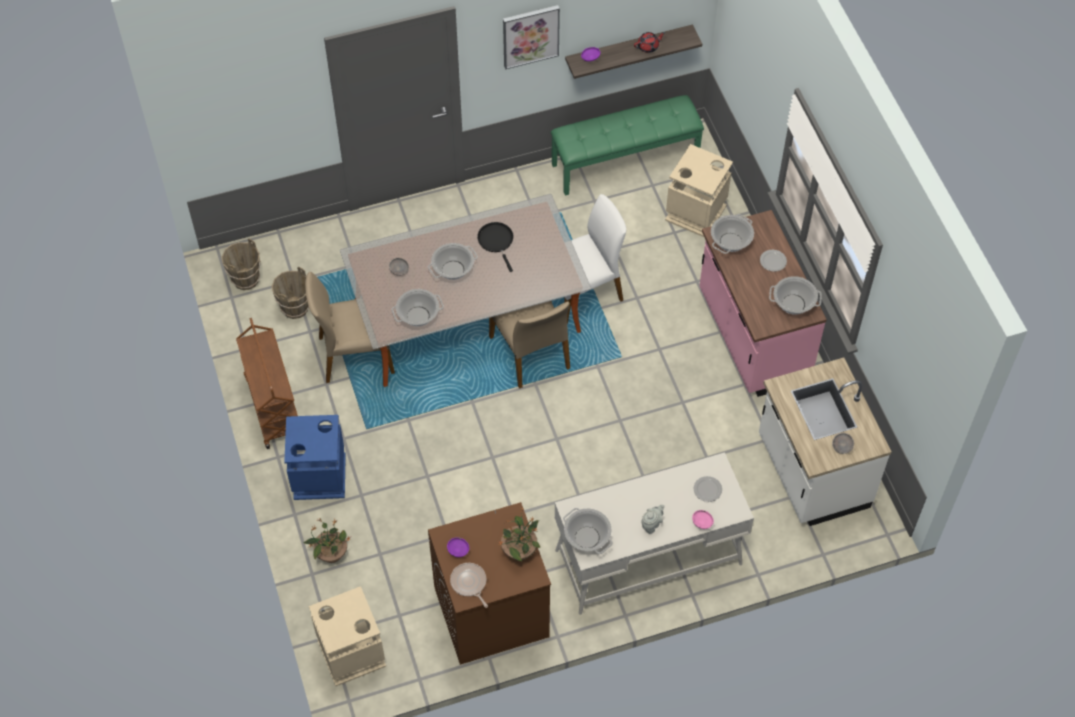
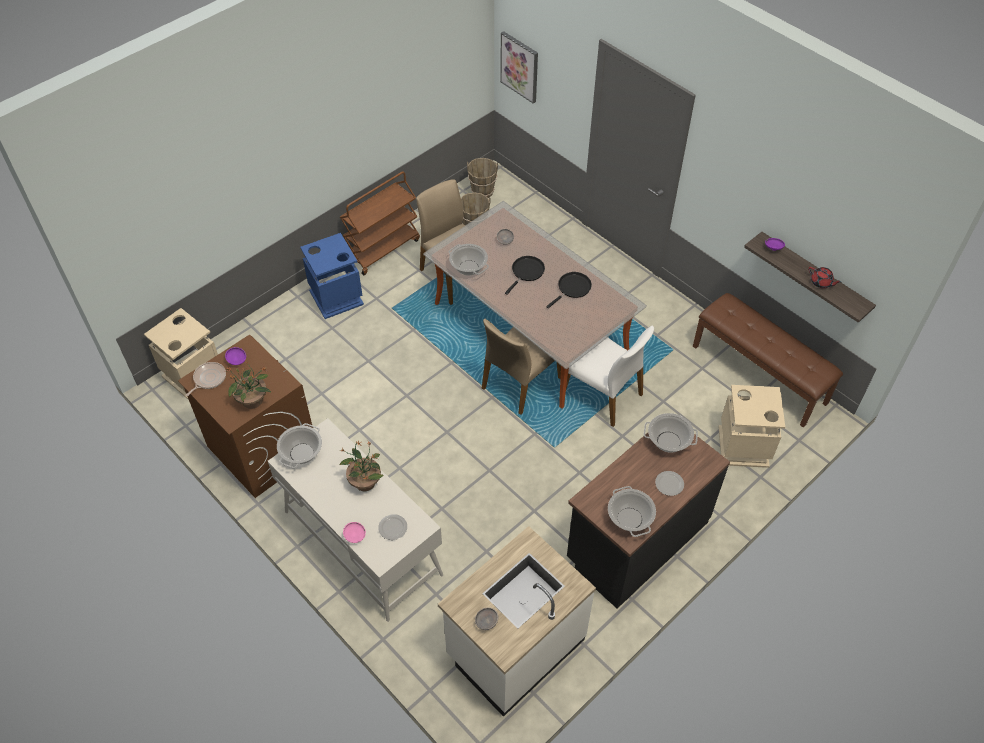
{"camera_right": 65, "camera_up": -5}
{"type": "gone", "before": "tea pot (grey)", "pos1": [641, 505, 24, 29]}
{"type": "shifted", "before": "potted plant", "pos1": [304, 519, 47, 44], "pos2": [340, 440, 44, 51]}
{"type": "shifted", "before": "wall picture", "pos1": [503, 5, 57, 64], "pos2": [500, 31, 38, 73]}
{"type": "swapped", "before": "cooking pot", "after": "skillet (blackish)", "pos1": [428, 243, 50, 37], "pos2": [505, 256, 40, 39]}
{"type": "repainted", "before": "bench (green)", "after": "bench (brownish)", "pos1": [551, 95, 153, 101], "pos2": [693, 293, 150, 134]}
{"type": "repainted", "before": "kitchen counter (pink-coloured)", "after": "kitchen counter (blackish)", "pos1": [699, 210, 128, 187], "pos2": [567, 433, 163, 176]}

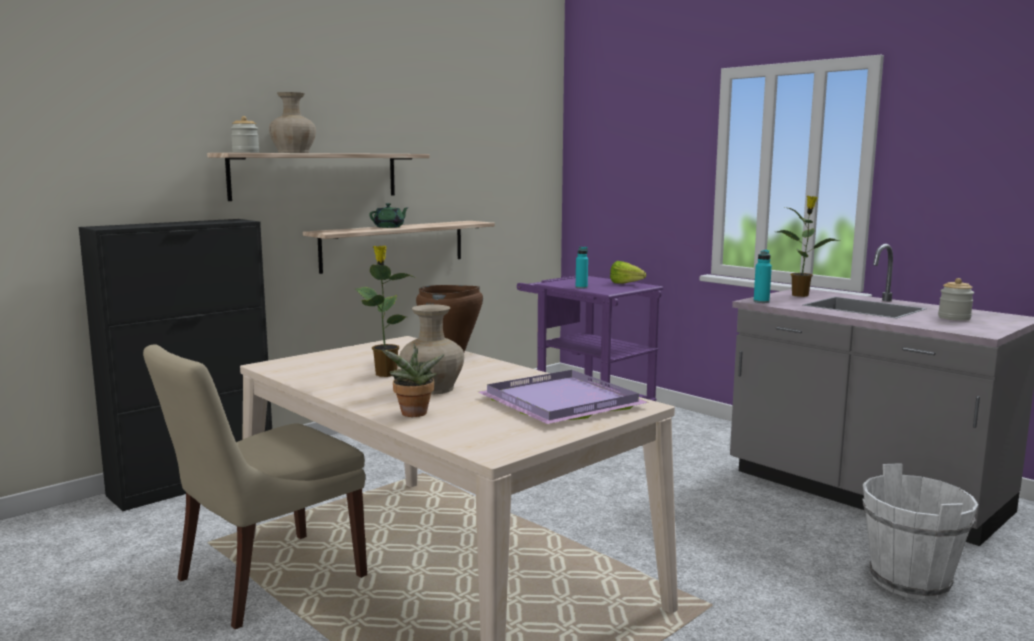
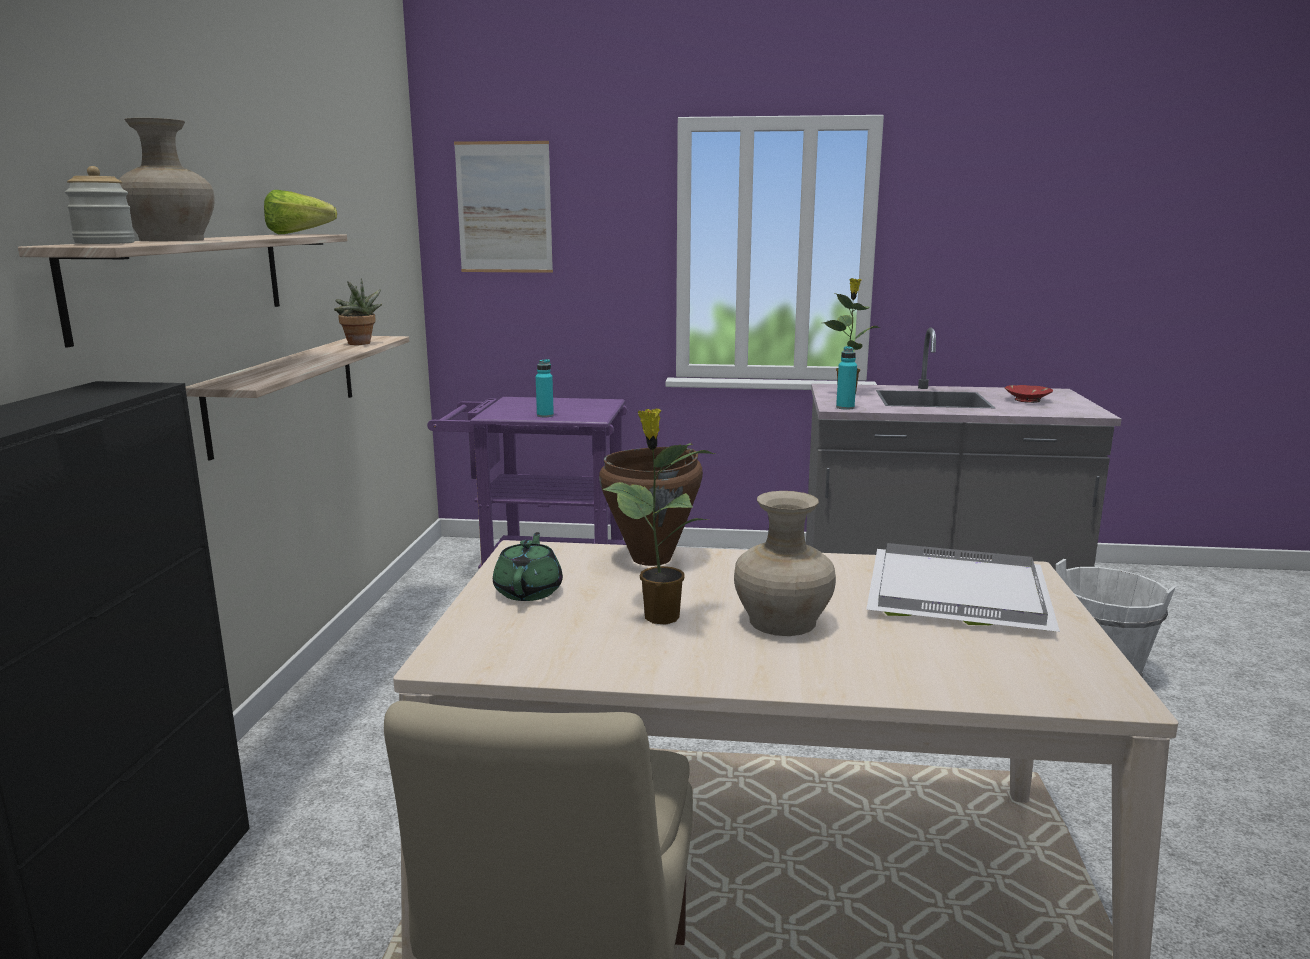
{"camera_right": -40, "camera_up": 5}
{"type": "new", "after": "wall picture", "pos2": [454, 141, 99, 132]}
{"type": "shifted", "before": "tea pot (green)", "pos1": [369, 203, 40, 25], "pos2": [493, 532, 70, 69]}
{"type": "shifted", "before": "potted plant", "pos1": [382, 343, 63, 74], "pos2": [334, 278, 48, 67]}
{"type": "shifted", "before": "head of lettuce", "pos1": [610, 261, 36, 23], "pos2": [264, 190, 73, 44]}
{"type": "swapped", "before": "preserve jar", "after": "deep dish (red)", "pos1": [938, 278, 36, 43], "pos2": [1005, 385, 48, 18]}
{"type": "repainted", "before": "serving tray (purple-coloured)", "after": "serving tray (white-coloured)", "pos1": [478, 370, 171, 54], "pos2": [866, 543, 194, 89]}

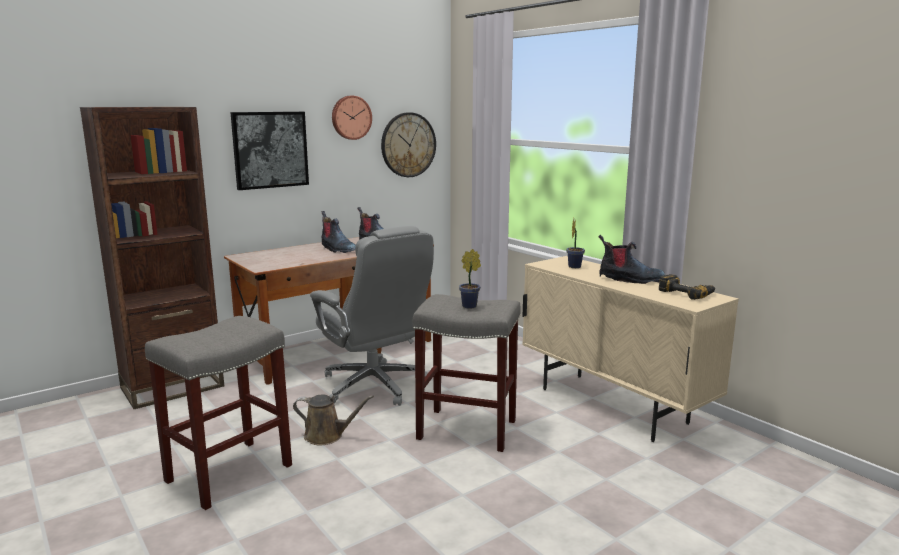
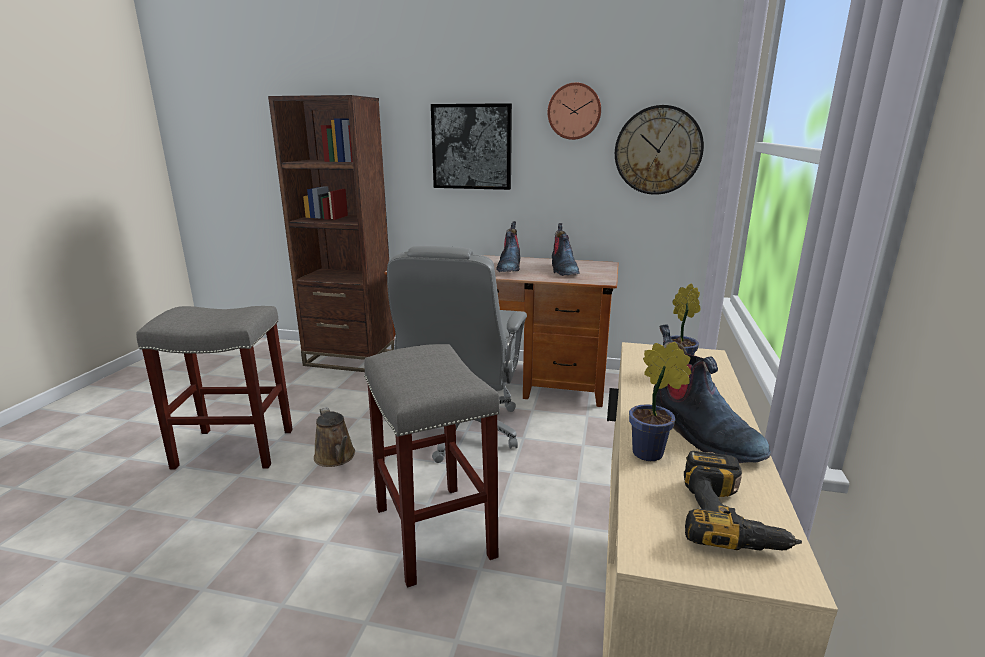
{"camera_right": 50, "camera_up": 5}
{"type": "shifted", "before": "potted plant", "pos1": [459, 249, 22, 60], "pos2": [629, 342, 63, 119]}

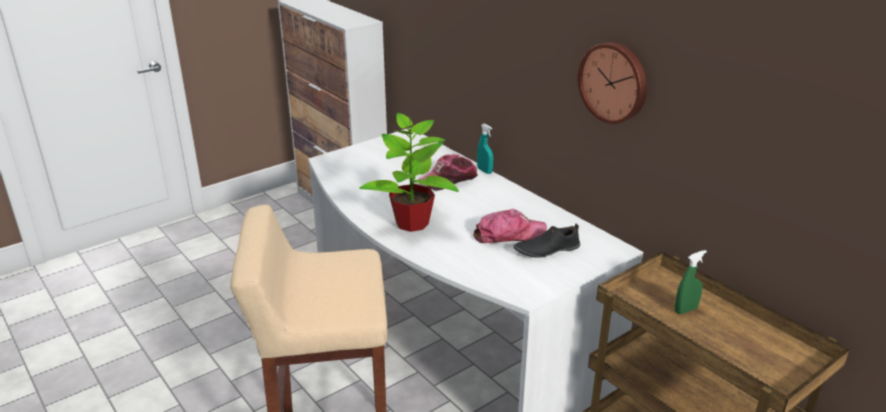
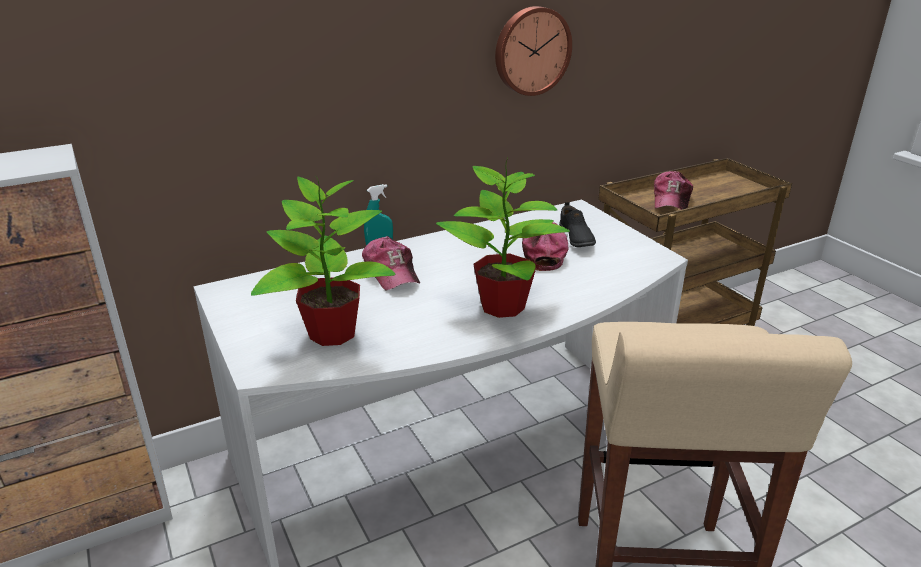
{"camera_right": -80, "camera_up": 0}
{"type": "new", "after": "potted plant", "pos2": [251, 175, 144, 171]}
{"type": "swapped", "before": "hand sprayer (green)", "after": "cap", "pos1": [675, 250, 32, 64], "pos2": [654, 171, 39, 39]}

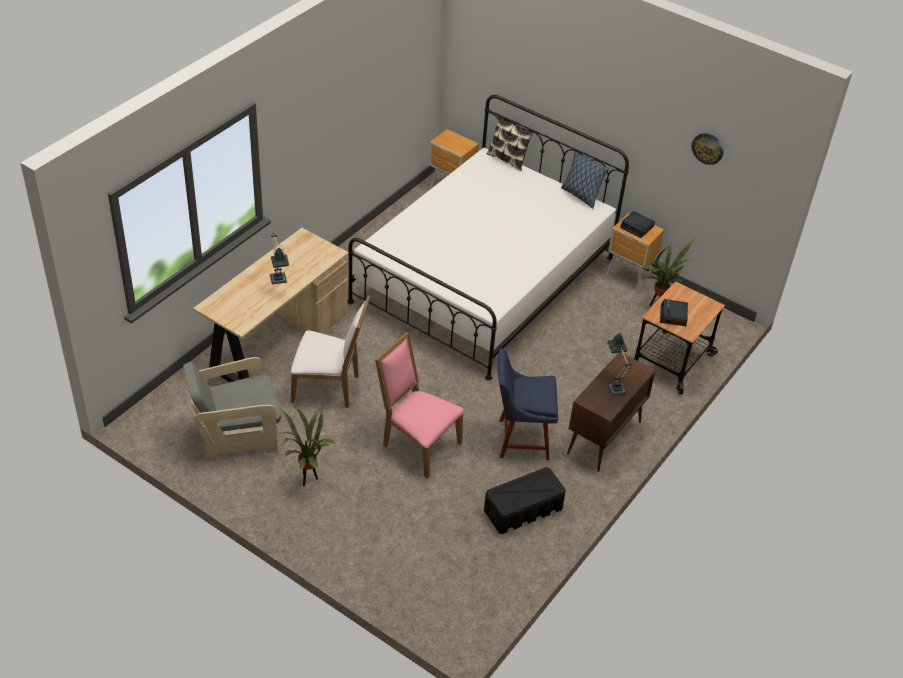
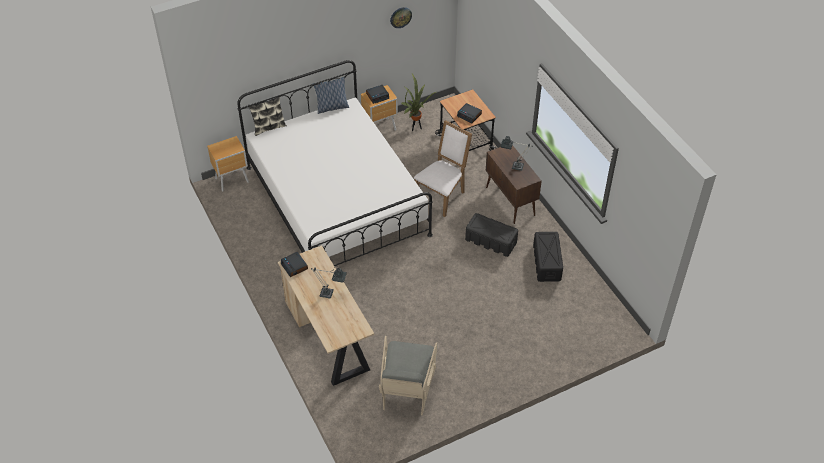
{"camera_right": -60, "camera_up": 5}
{"type": "gone", "before": "potted plant", "pos1": [277, 406, 60, 80]}
{"type": "gone", "before": "chair (pink-coloured)", "pos1": [375, 332, 89, 146]}
{"type": "new", "after": "bedside clock", "pos2": [281, 252, 27, 25]}
{"type": "shifted", "before": "chair (white-coloured)", "pos1": [291, 295, 79, 113], "pos2": [414, 120, 58, 97]}
{"type": "swapped", "before": "chair (bluish)", "after": "storage bin (blackish)", "pos1": [498, 348, 60, 112], "pos2": [465, 213, 53, 44]}

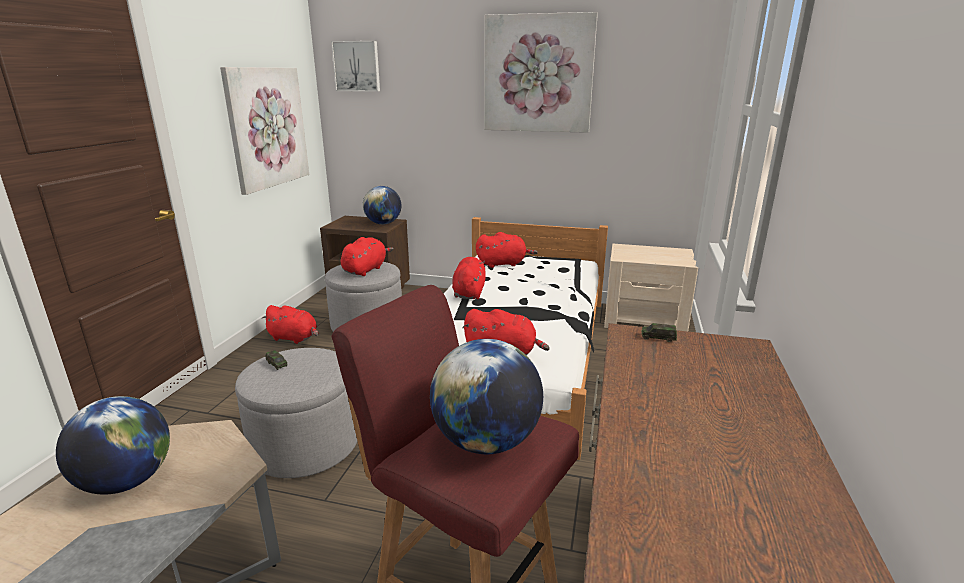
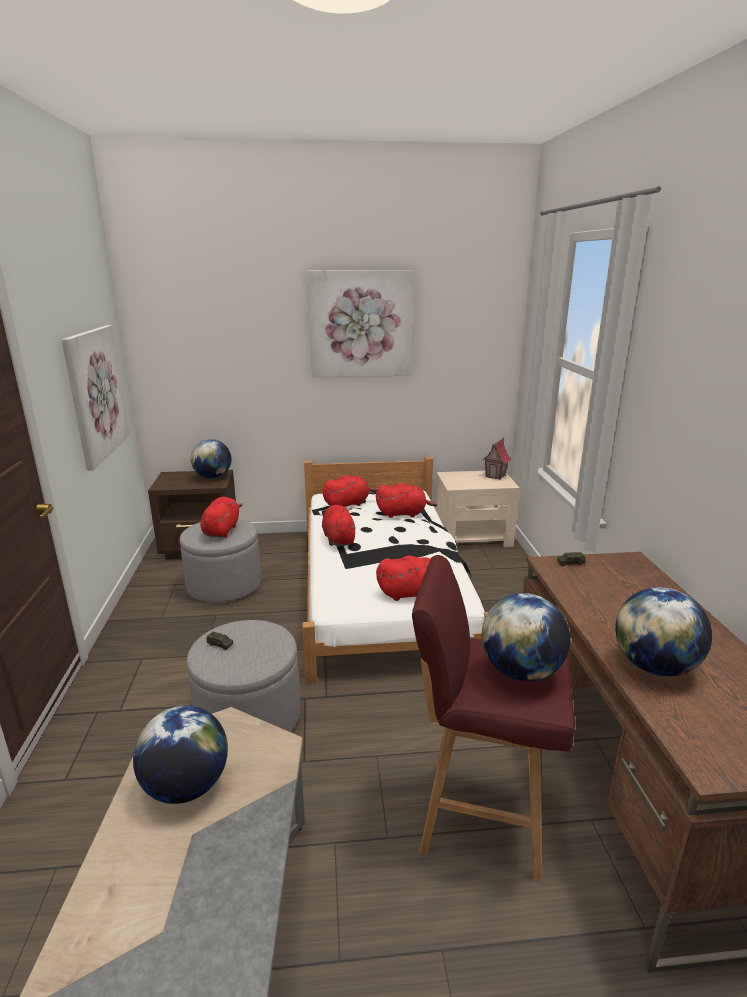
{"camera_right": -20, "camera_up": 0}
{"type": "gone", "before": "wall picture", "pos1": [331, 41, 49, 51]}
{"type": "new", "after": "toy house", "pos2": [482, 437, 30, 43]}
{"type": "new", "after": "globe", "pos2": [615, 587, 97, 89]}
{"type": "shifted", "before": "soft toy (red)", "pos1": [261, 305, 57, 39], "pos2": [376, 483, 61, 35]}

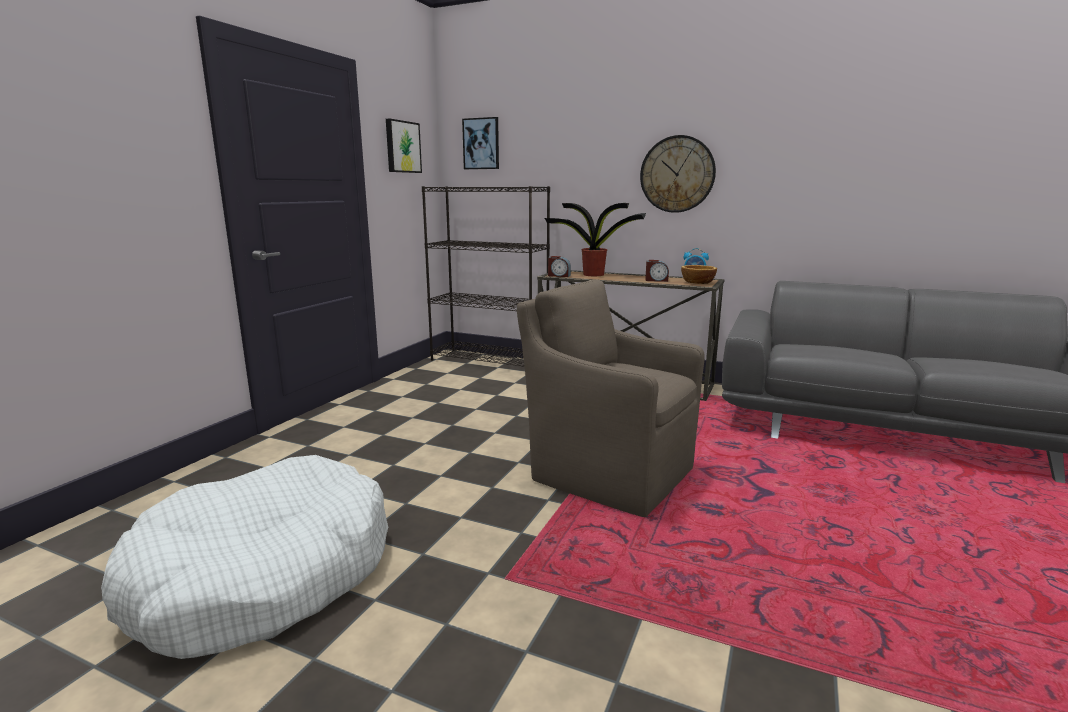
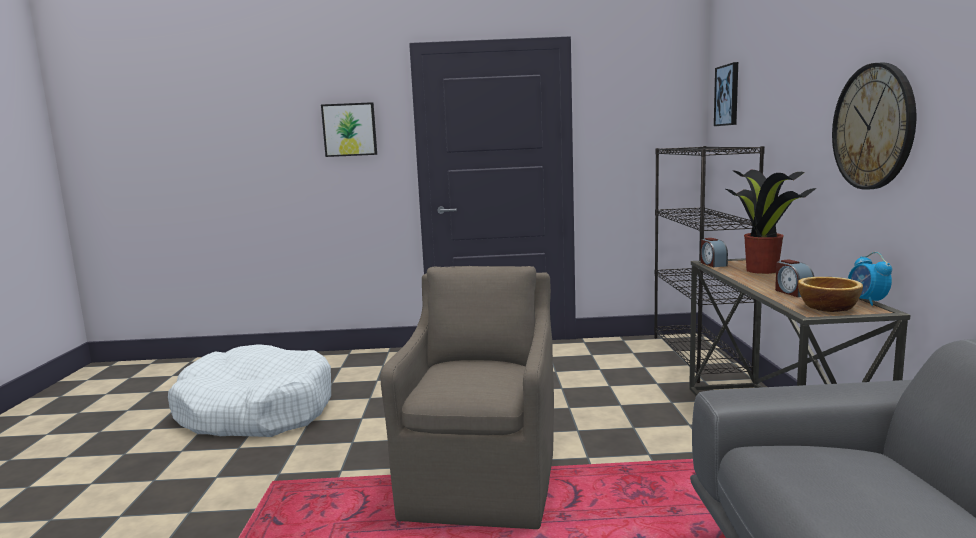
{"camera_right": 65, "camera_up": -5}
{"type": "shifted", "before": "wall picture", "pos1": [386, 118, 36, 55], "pos2": [321, 102, 56, 55]}

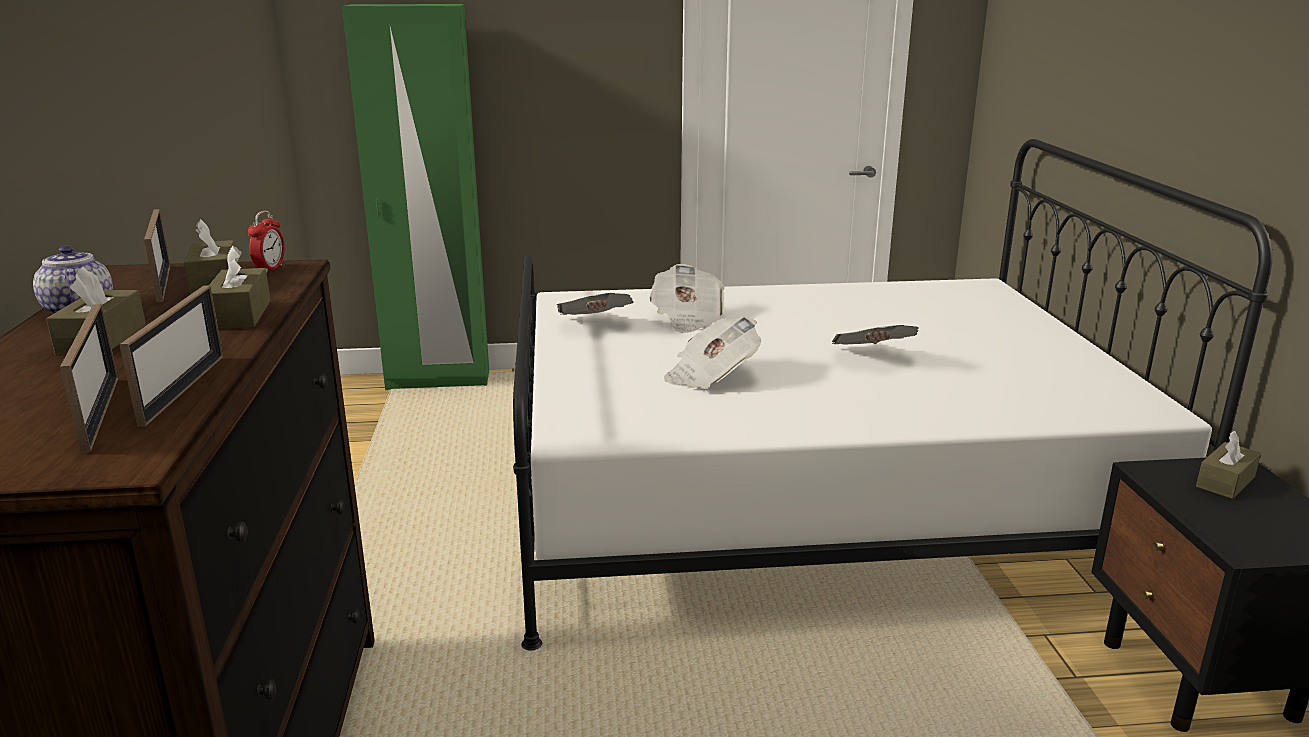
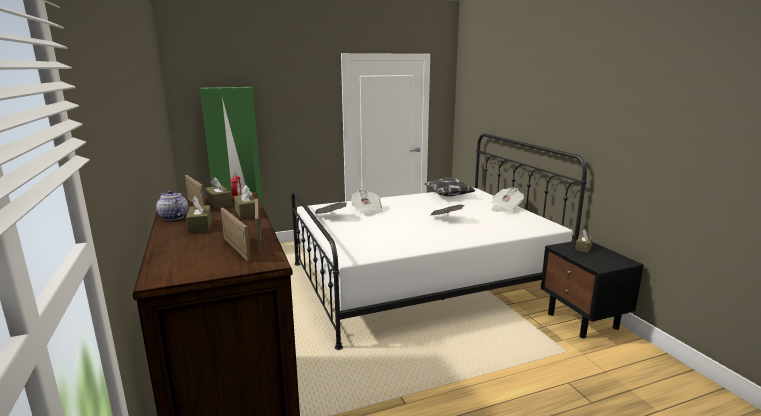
{"camera_right": -15, "camera_up": -5}
{"type": "new", "after": "cushion", "pos2": [424, 177, 52, 19]}
{"type": "shifted", "before": "newspaper", "pos1": [664, 317, 97, 72], "pos2": [491, 187, 33, 25]}

